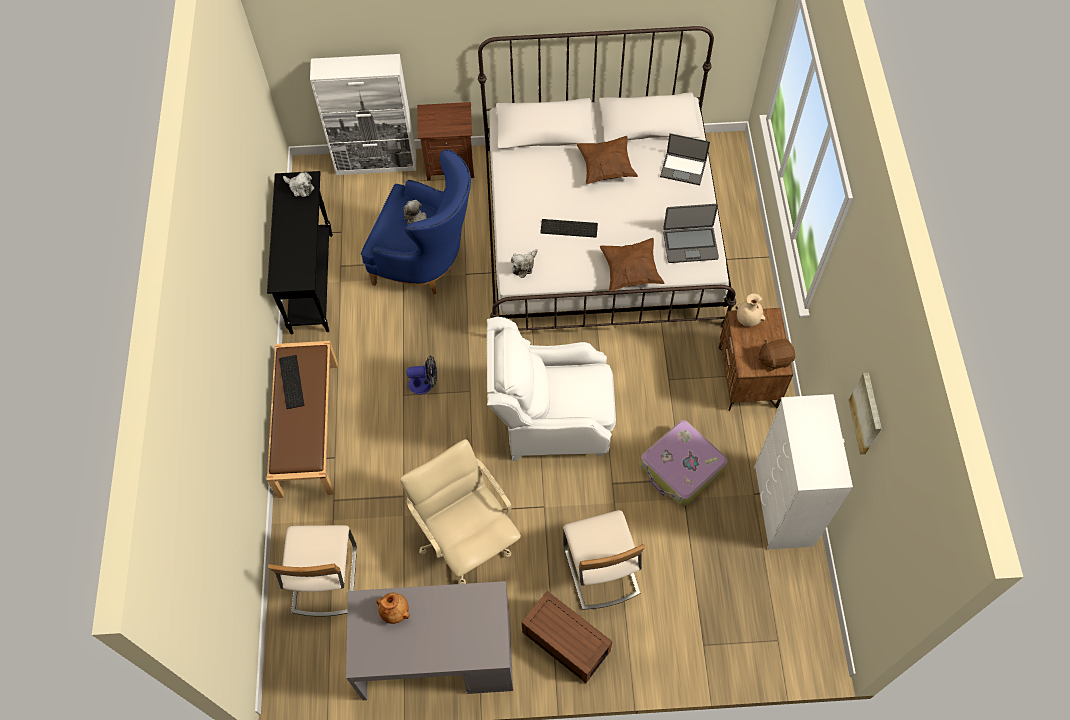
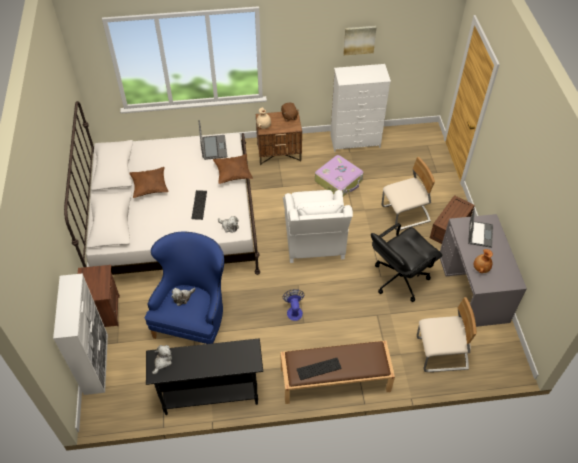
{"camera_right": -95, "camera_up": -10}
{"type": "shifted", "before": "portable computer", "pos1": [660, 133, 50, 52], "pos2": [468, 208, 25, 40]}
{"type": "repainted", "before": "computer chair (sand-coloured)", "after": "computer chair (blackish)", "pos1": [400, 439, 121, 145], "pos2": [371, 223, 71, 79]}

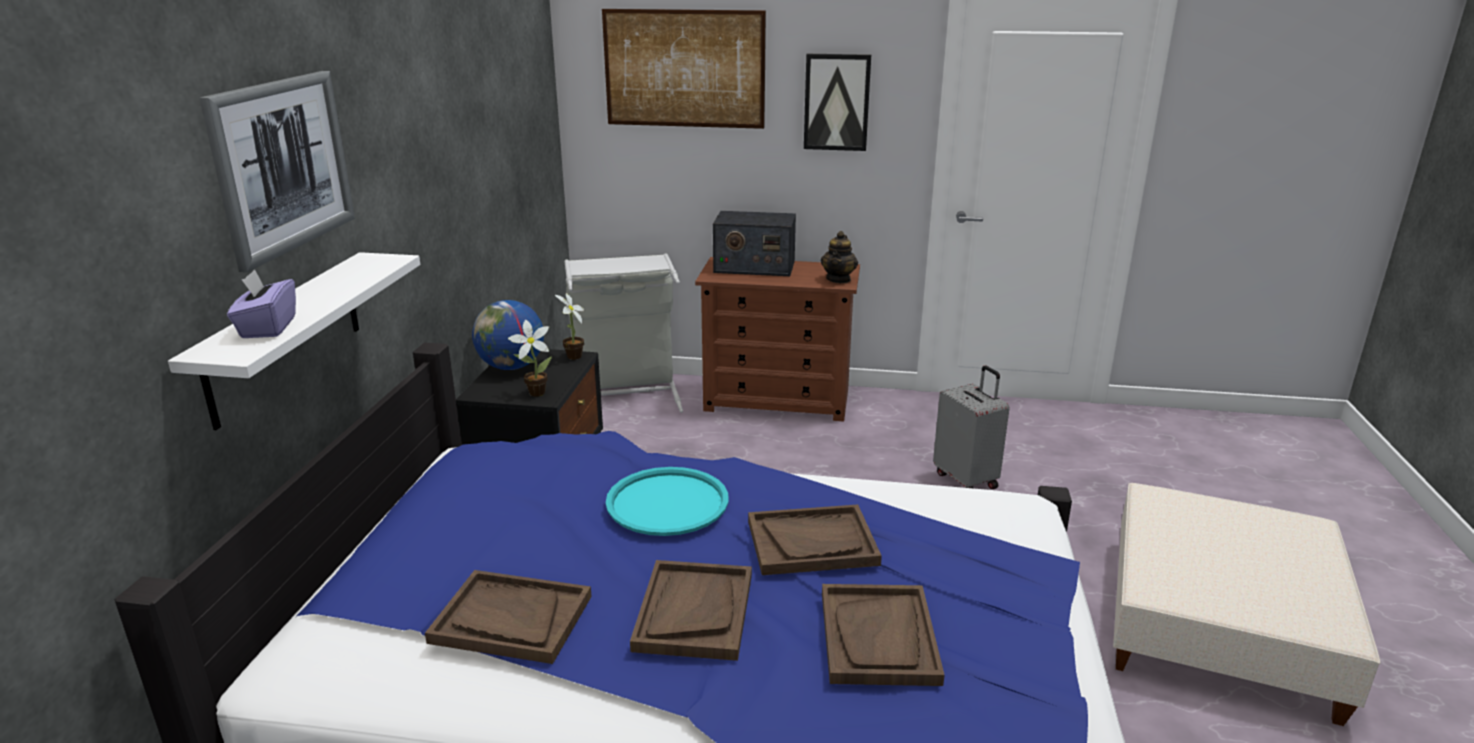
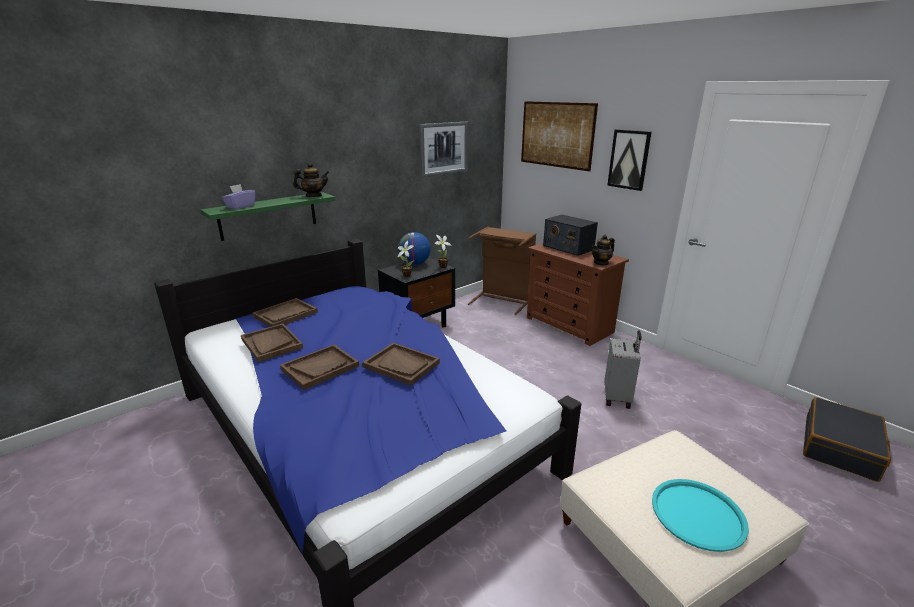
{"camera_right": 40, "camera_up": 0}
{"type": "new", "after": "tea pot", "pos2": [293, 163, 36, 34]}
{"type": "new", "after": "travel case (blackish)", "pos2": [803, 397, 88, 85]}
{"type": "shifted", "before": "wall picture", "pos1": [199, 71, 156, 201], "pos2": [419, 122, 49, 56]}
{"type": "shifted", "before": "serving tray (blue-green)", "pos1": [606, 467, 123, 69], "pos2": [652, 479, 97, 73]}
{"type": "shifted", "before": "serving tray (brownish)", "pos1": [822, 584, 122, 102], "pos2": [253, 298, 65, 29]}
{"type": "repainted", "before": "shelf (white-coloured)", "after": "shelf (green)", "pos1": [168, 252, 252, 178], "pos2": [201, 192, 135, 49]}
{"type": "repainted", "before": "laundry basket (grey)", "after": "laundry basket (brownish)", "pos1": [564, 253, 119, 160], "pos2": [468, 226, 68, 89]}

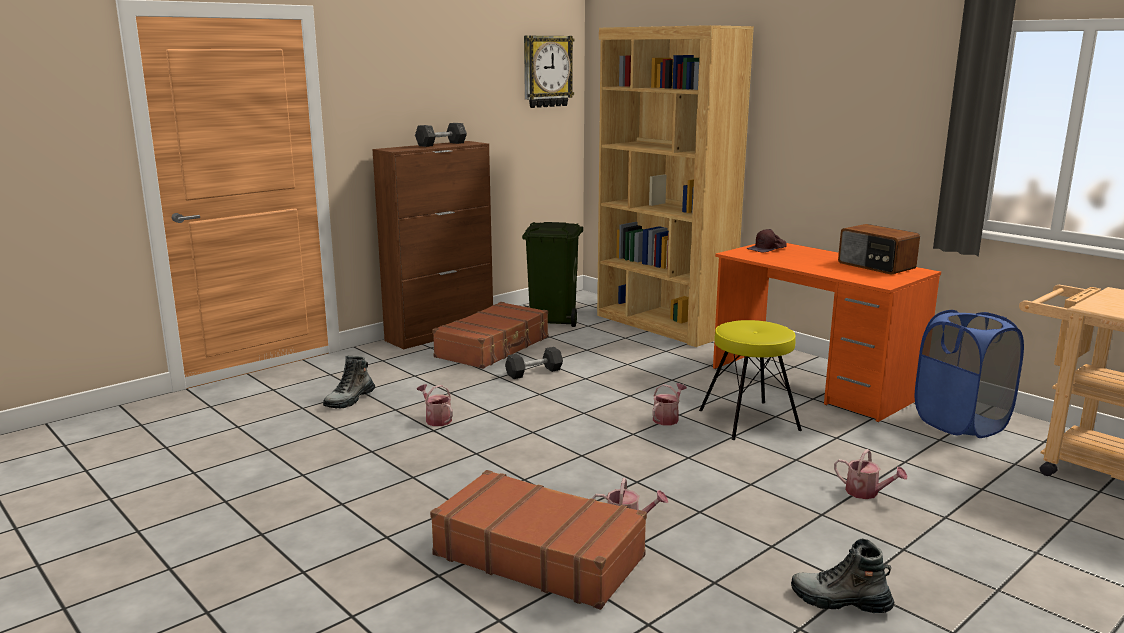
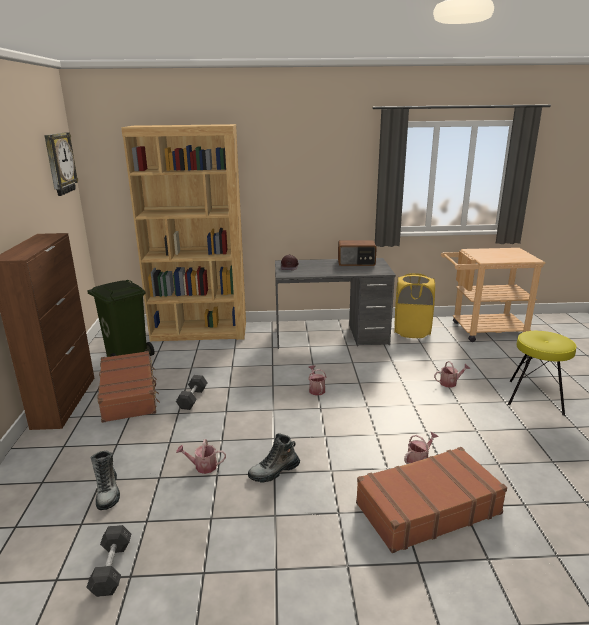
{"camera_right": -50, "camera_up": 5}
{"type": "shifted", "before": "dumbbell (grey)", "pos1": [415, 123, 52, 24], "pos2": [86, 525, 45, 72]}
{"type": "shifted", "before": "stool seat (yellow-coloured)", "pos1": [699, 320, 103, 120], "pos2": [508, 331, 69, 85]}
{"type": "shifted", "before": "boot", "pos1": [791, 539, 103, 74], "pos2": [248, 433, 52, 49]}
{"type": "repainted", "before": "desk table (orangey)", "after": "desk table (grey)", "pos1": [713, 243, 228, 179], "pos2": [275, 258, 121, 91]}
{"type": "repainted", "before": "laundry basket (bluish)", "after": "laundry basket (yellow-coloured)", "pos1": [915, 310, 109, 128], "pos2": [394, 273, 41, 65]}

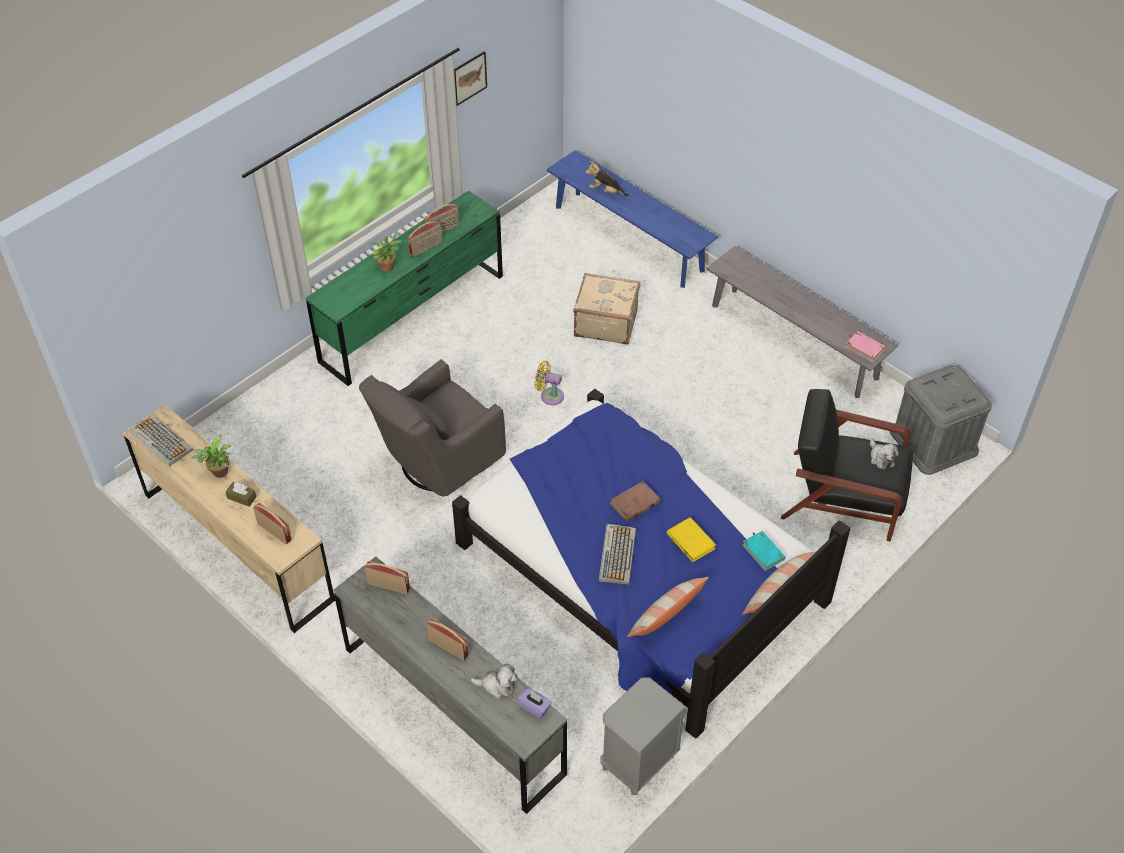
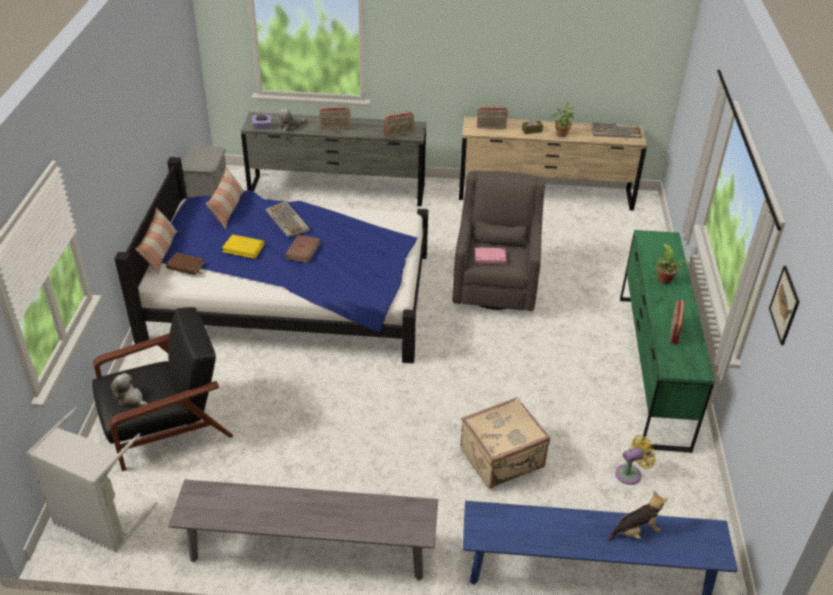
{"camera_right": 140, "camera_up": -10}
{"type": "gone", "before": "radio receiver", "pos1": [408, 221, 34, 36]}
{"type": "shifted", "before": "electric fan (yellow-coloured)", "pos1": [534, 361, 30, 44], "pos2": [615, 435, 41, 50]}
{"type": "shifted", "before": "volume (pink-coloured)", "pos1": [845, 331, 40, 31], "pos2": [475, 247, 36, 17]}
{"type": "swapped", "before": "storage bin (grey)", "after": "laundry basket (grey)", "pos1": [890, 365, 102, 110], "pos2": [27, 407, 131, 146]}
{"type": "repainted", "before": "volume (blue-green)", "after": "volume (brownish)", "pos1": [742, 531, 43, 40], "pos2": [166, 252, 39, 23]}

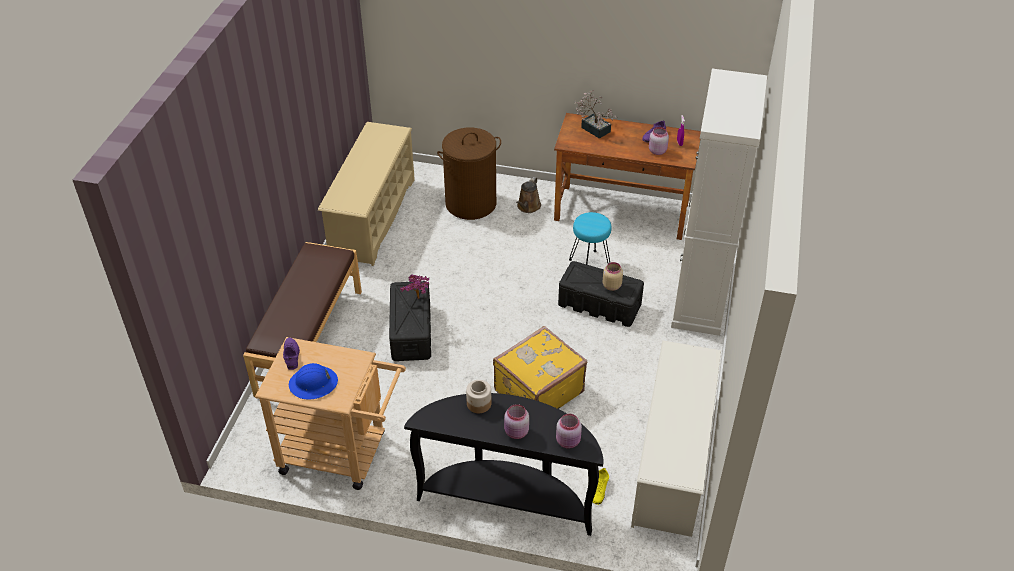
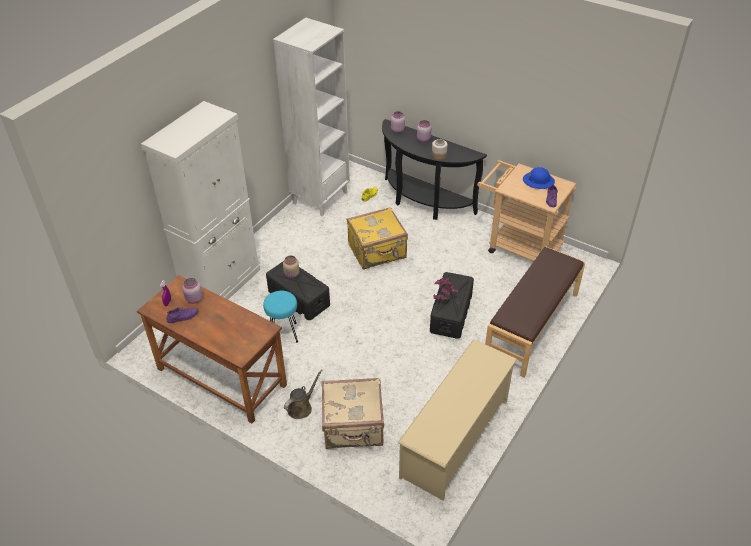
{"camera_right": -160, "camera_up": 0}
{"type": "gone", "before": "potted plant", "pos1": [575, 90, 42, 49]}
{"type": "swapped", "before": "laundry basket (brownish)", "after": "travel case (sand-coloured)", "pos1": [437, 128, 64, 92], "pos2": [322, 378, 62, 71]}
{"type": "swapped", "before": "shoe shelf (white-coloured)", "after": "bookcase (white-coloured)", "pos1": [631, 341, 90, 196], "pos2": [273, 18, 77, 198]}

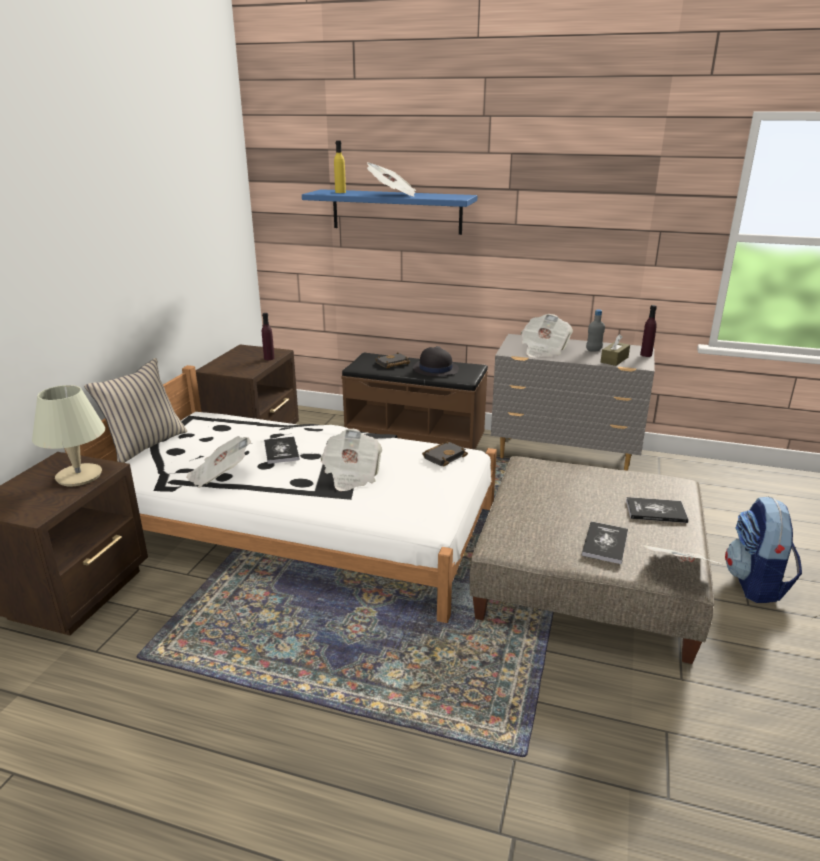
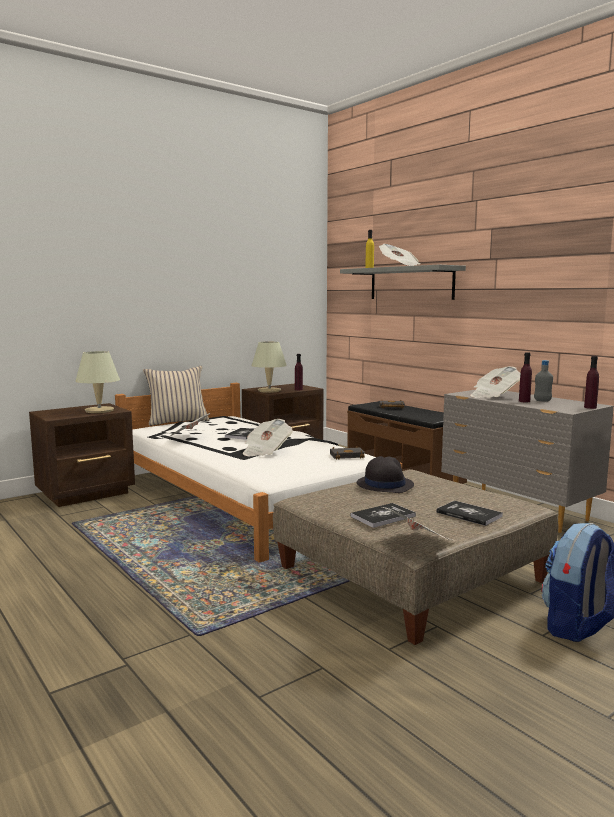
{"camera_right": 35, "camera_up": -15}
{"type": "gone", "before": "tissue holder (brownish)", "pos1": [601, 334, 29, 32]}
{"type": "new", "after": "table lamp (sand-coloured)", "pos2": [252, 342, 35, 51]}
{"type": "new", "after": "bottle (purple-coloured)", "pos2": [519, 352, 13, 50]}
{"type": "shifted", "before": "clothing hat (blackish)", "pos1": [413, 346, 46, 30], "pos2": [357, 456, 57, 37]}
{"type": "repainted", "before": "shelf (bluish)", "after": "shelf (grey)", "pos1": [302, 189, 175, 46], "pos2": [340, 265, 126, 35]}

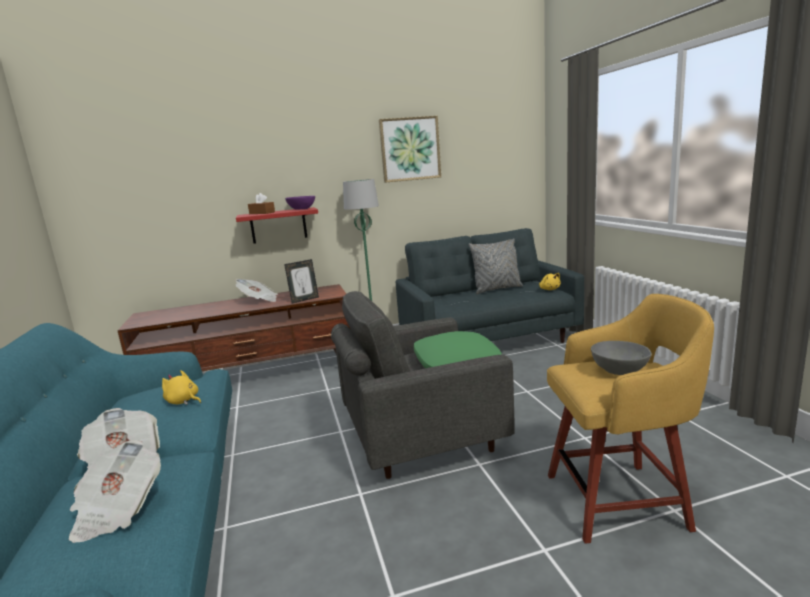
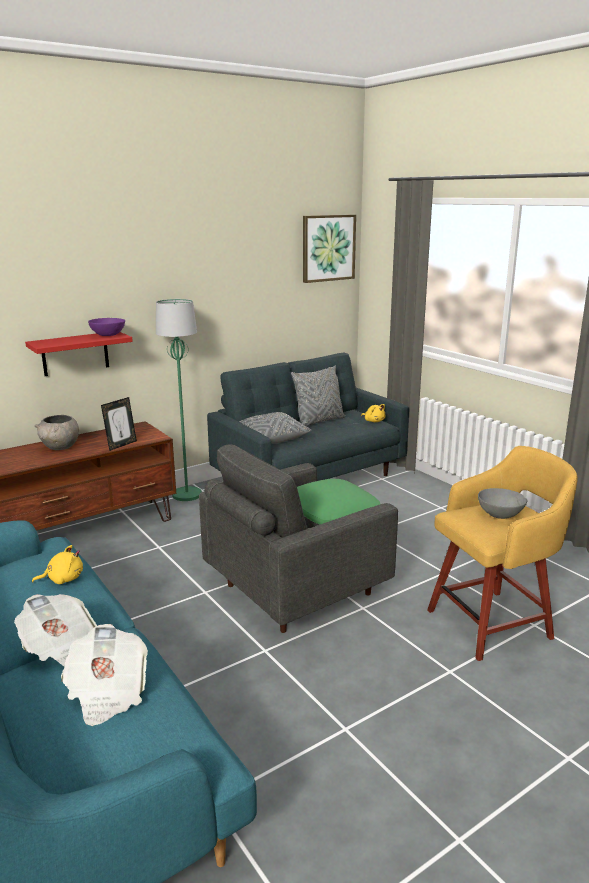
{"camera_right": -20, "camera_up": 5}
{"type": "gone", "before": "tissue holder (brownish)", "pos1": [248, 193, 27, 21]}
{"type": "new", "after": "cushion (grey)", "pos2": [239, 412, 73, 32]}
{"type": "shifted", "before": "wall picture", "pos1": [379, 116, 62, 67], "pos2": [303, 215, 53, 68]}
{"type": "swapped", "before": "newspaper", "after": "deep dish (grey)", "pos1": [235, 279, 43, 23], "pos2": [35, 415, 44, 35]}
{"type": "rotated", "before": "soft toy (yellow-coloured)", "pos1": [162, 370, 39, 35], "pos2": [32, 545, 51, 39], "turn": 150}

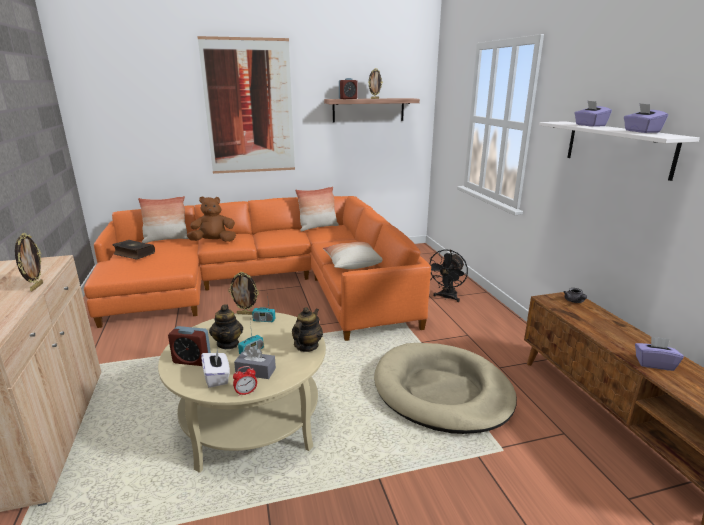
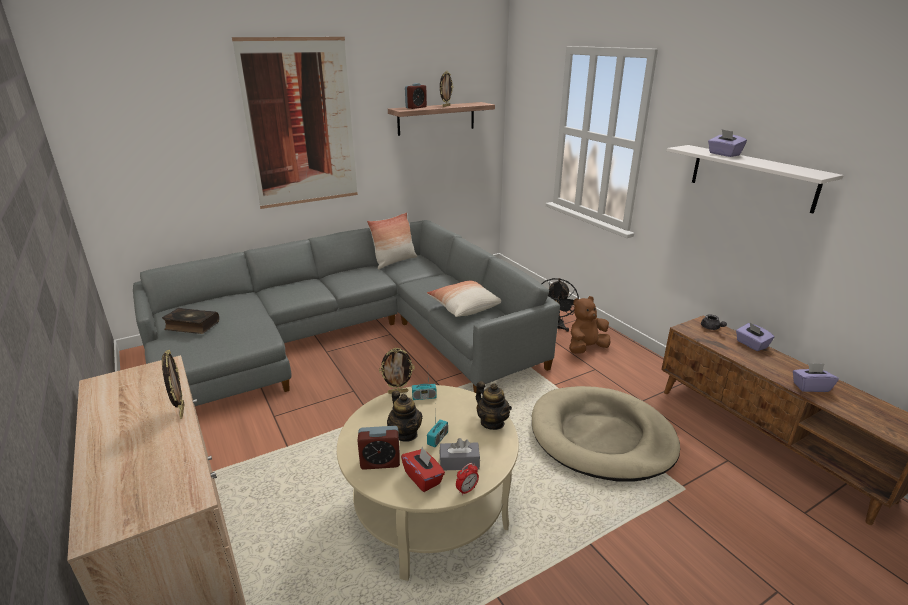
{"camera_right": -15, "camera_up": 5}
{"type": "gone", "before": "cushion", "pos1": [138, 196, 51, 47]}
{"type": "shifted", "before": "soft toy (brownish)", "pos1": [187, 196, 49, 46], "pos2": [569, 296, 42, 58]}
{"type": "shifted", "before": "tissue holder (purple-coloured)", "pos1": [624, 103, 44, 30], "pos2": [736, 323, 38, 28]}
{"type": "repainted", "before": "couch (orangey)", "after": "couch (grey)", "pos1": [84, 196, 347, 145], "pos2": [133, 220, 427, 186]}
{"type": "repainted", "before": "tissue holder (white-coloured)", "after": "tissue holder (red)", "pos1": [201, 349, 29, 39], "pos2": [401, 447, 44, 45]}
{"type": "rotated", "before": "tea pot", "pos1": [292, 307, 31, 45], "pos2": [476, 381, 36, 49], "turn": 135}

